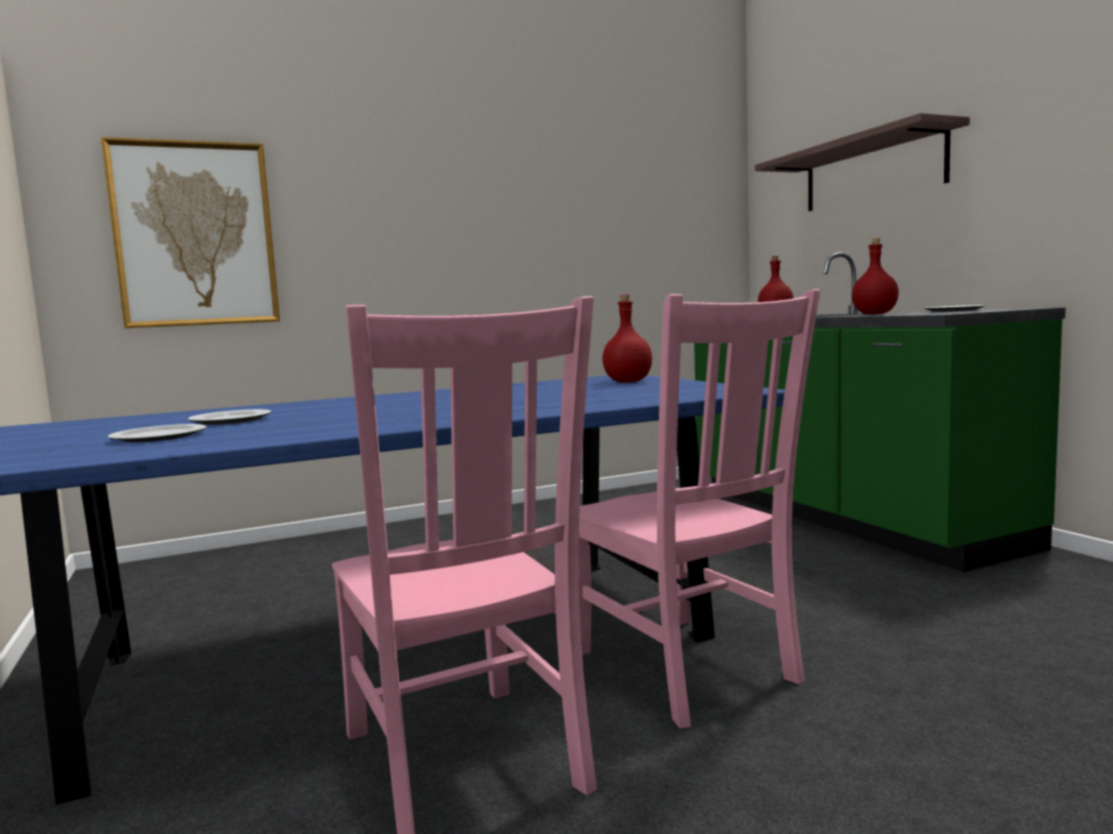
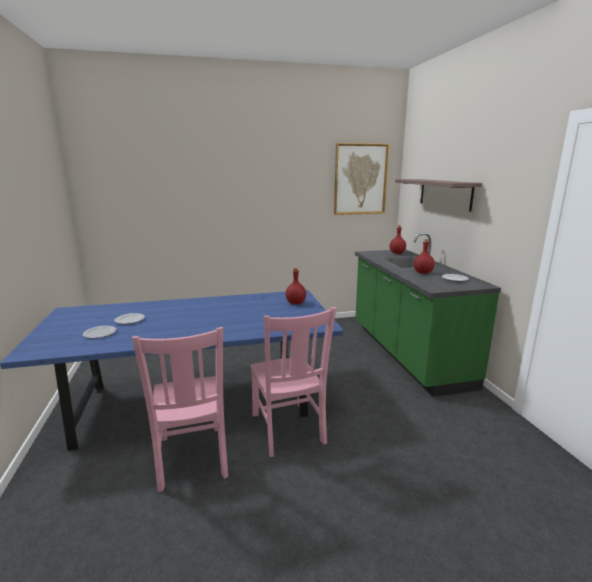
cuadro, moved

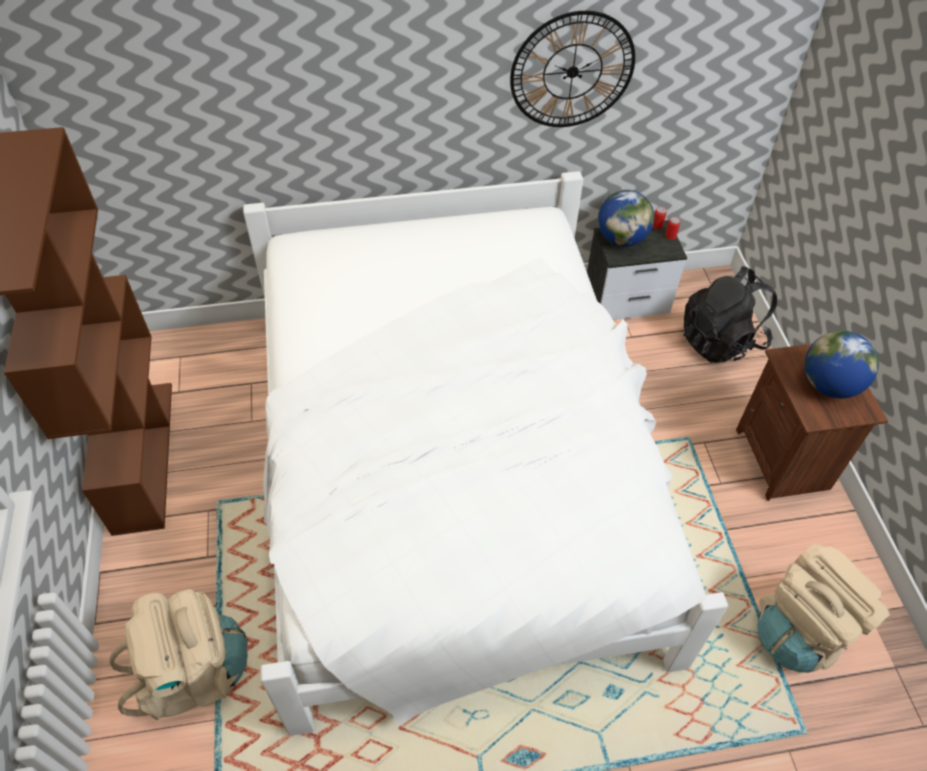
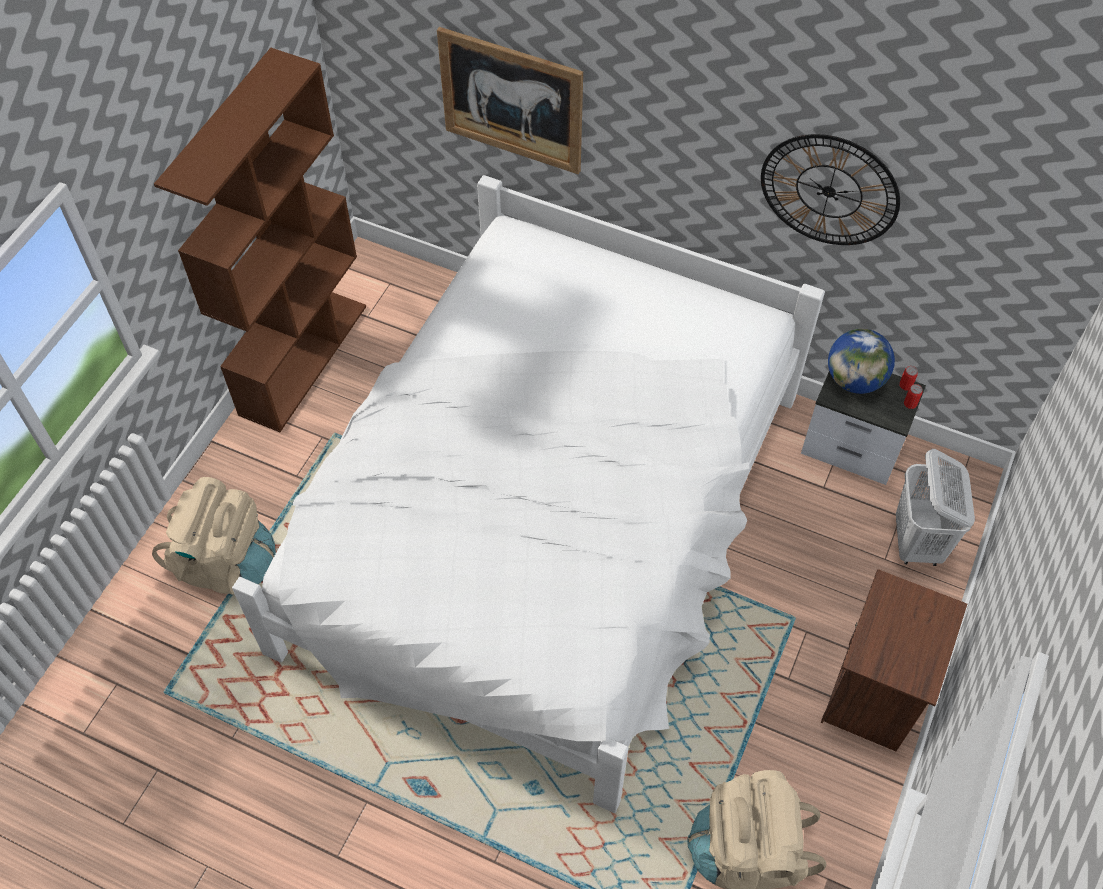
mochila [negro] -> cesto de la ropa [blanco]
globo terráqueo (2nd from left) -> none
none -> cuadro

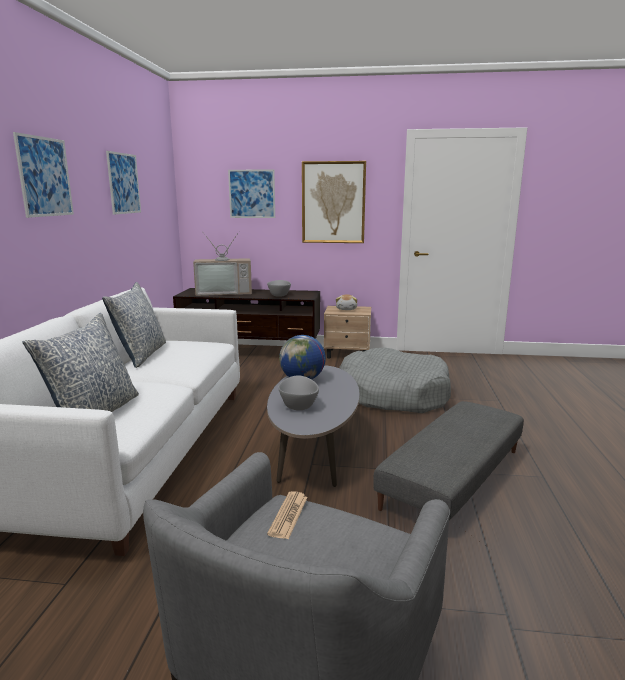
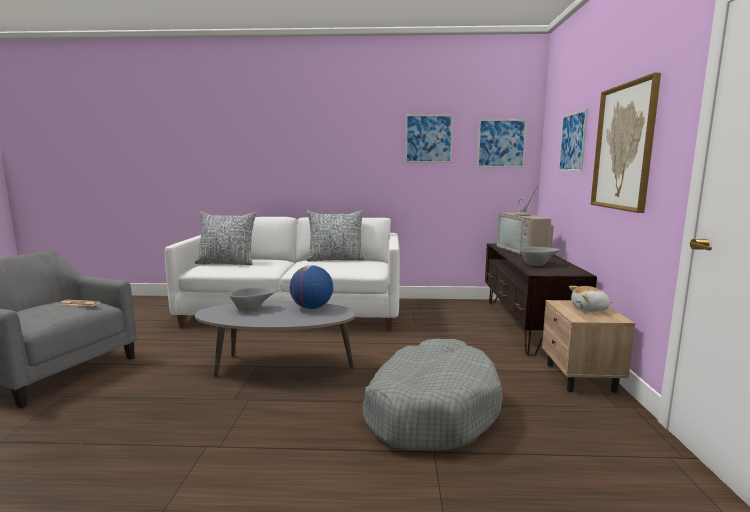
cuadro (1st from left in the first image) -> cuadro (2nd from left), moved
puf [gris] -> none

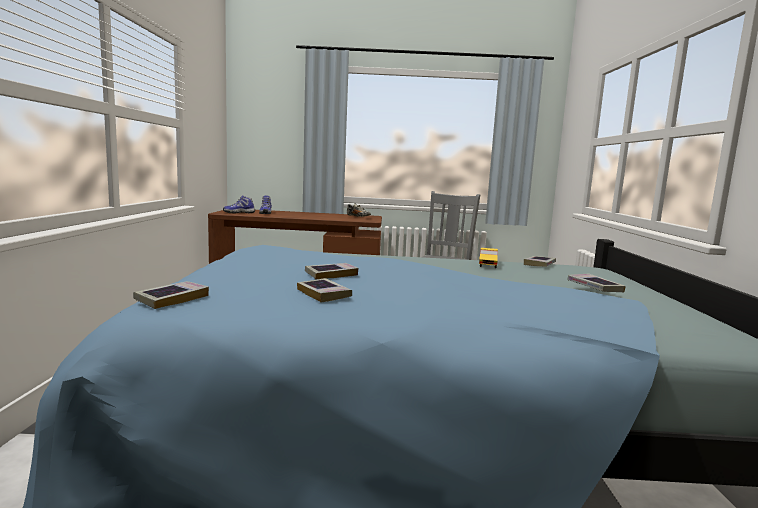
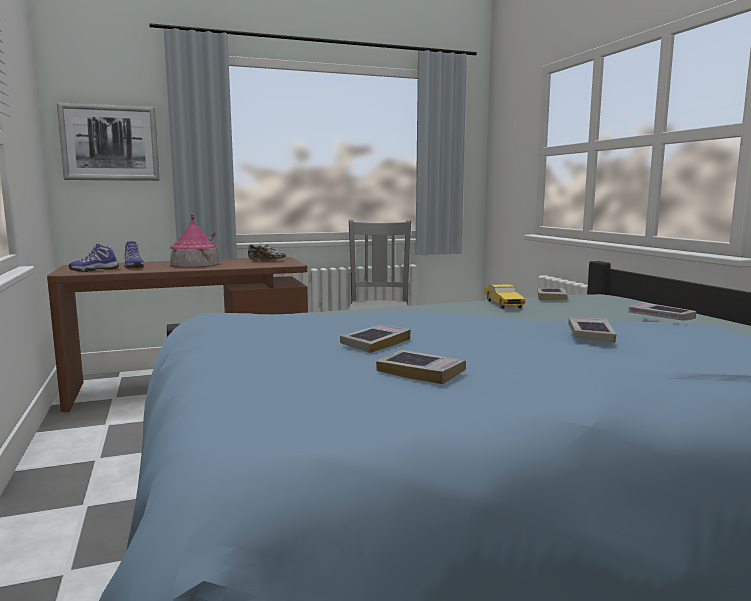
libro (1st from left in the first image) -> libro (4th from left), moved
none -> cuadro
none -> casita

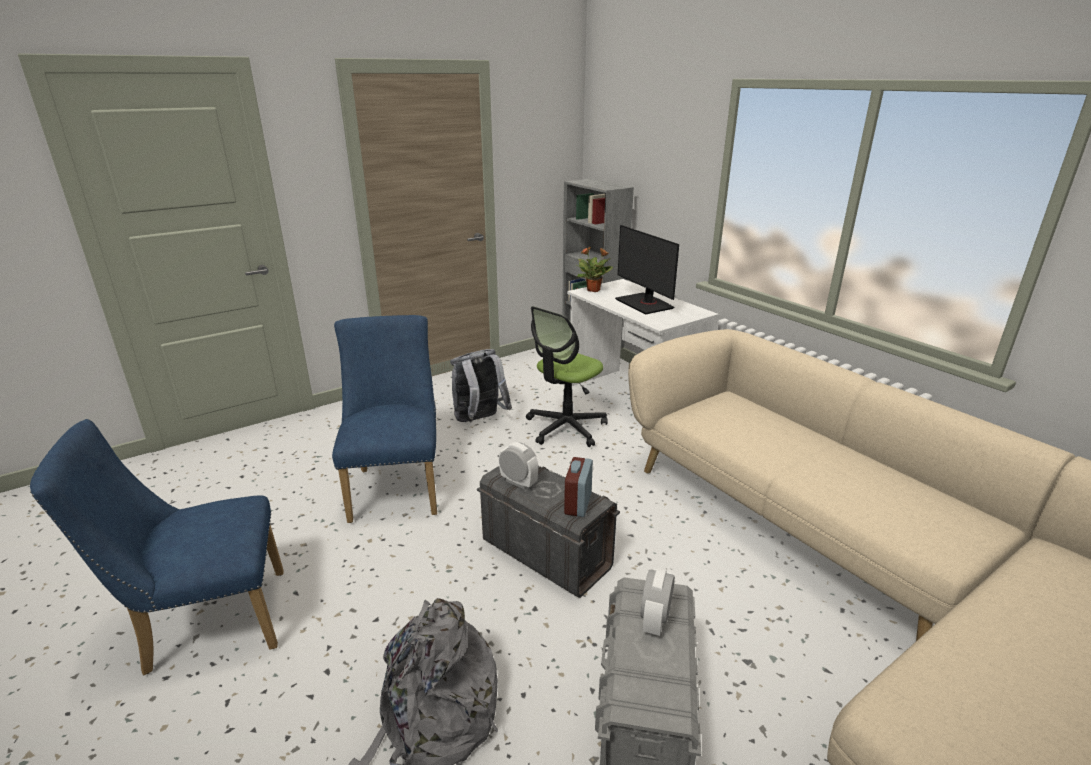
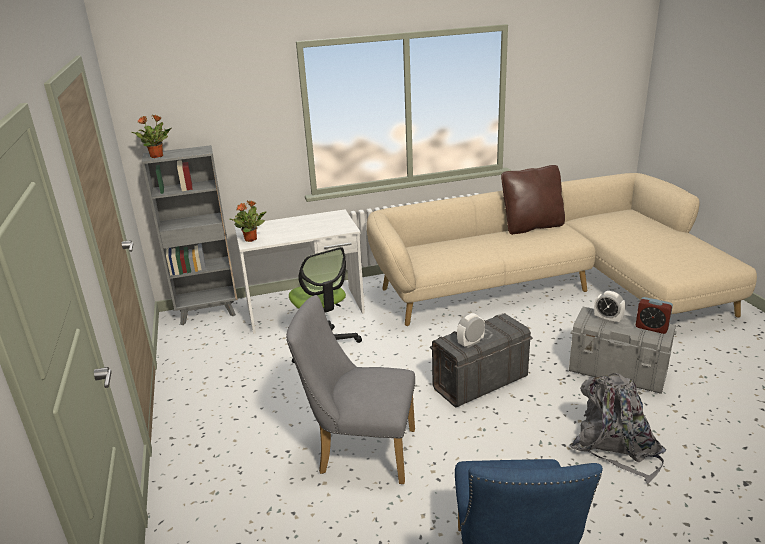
silla [azul] (2nd from left) -> silla [gris]
mochila [gris] (2nd from left) -> none
despertador (2nd from left in the first image) -> despertador (3rd from left), moved
monitor -> none
none -> planta en maceta (1st from left)
none -> cojín [marrón]

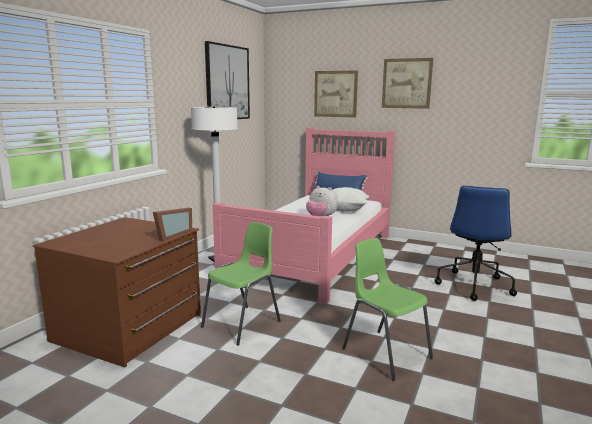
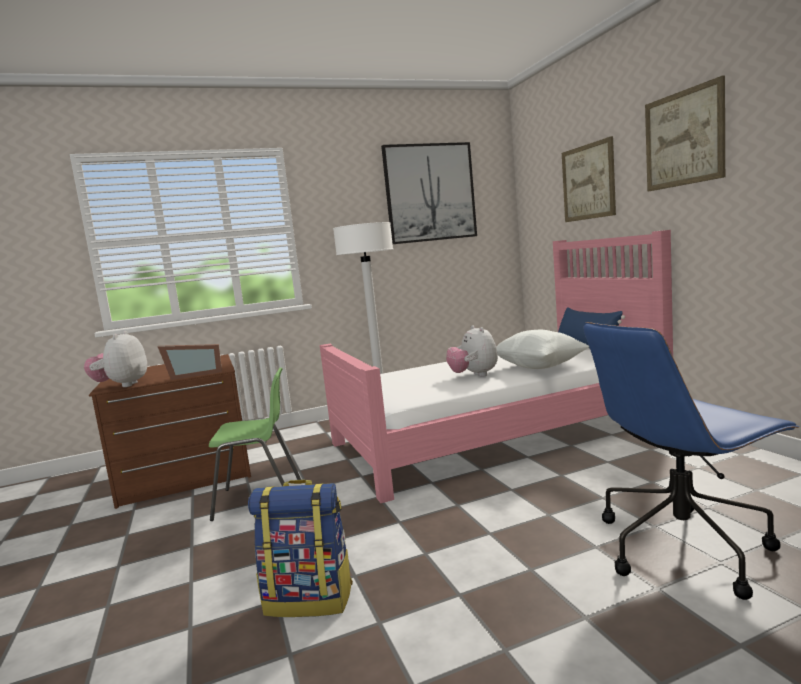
silla [verde] (2nd from left) -> mochila
none -> peluche (1st from left)

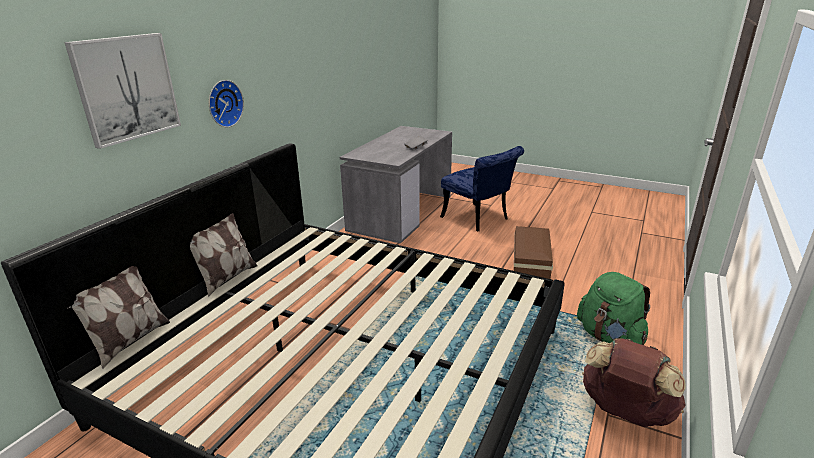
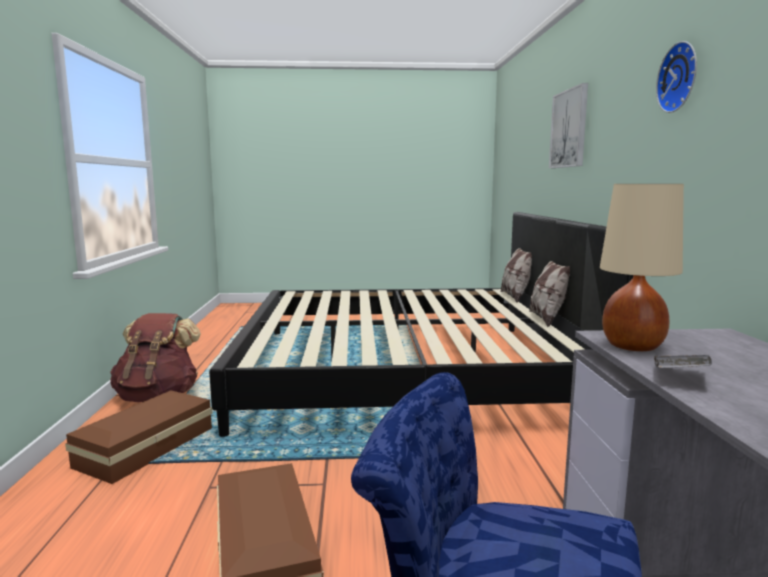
reloj de pared, moved
mochila [verde] -> caja de almacenaje [marrón] (1st from left)
none -> lámpara de mesa [beis]

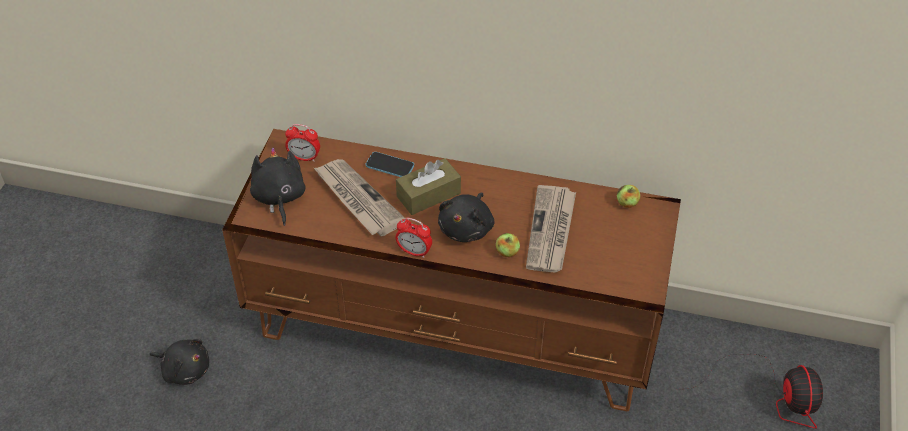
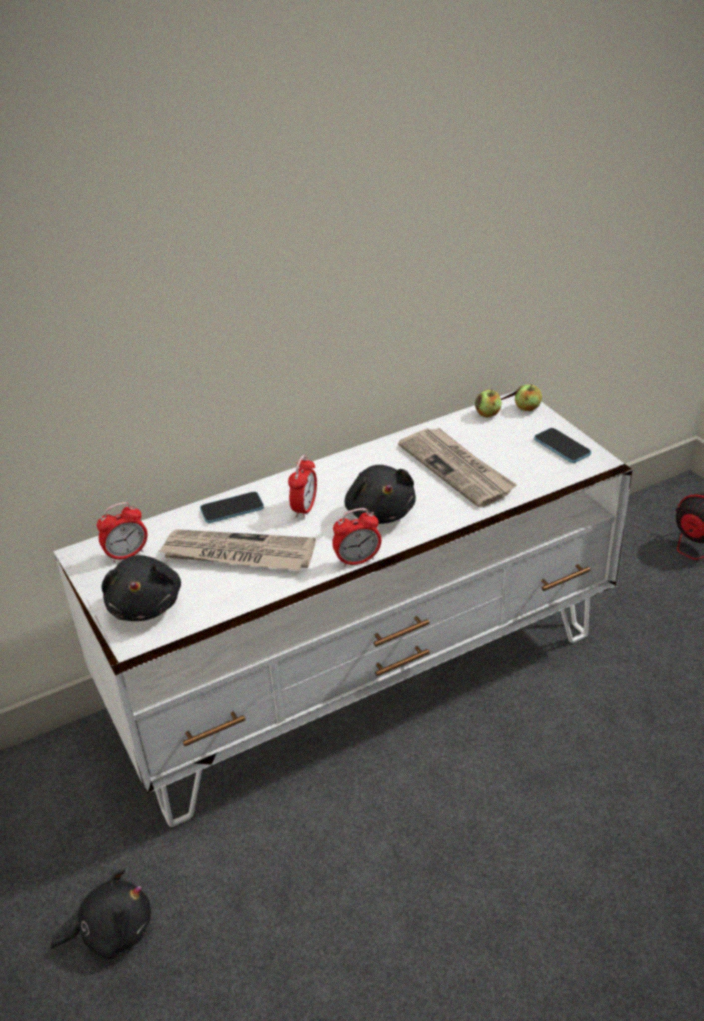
mueble de televisión [marrón] -> mueble de televisión [blanco]
peluche [negro] (2nd from left), 135 degrees counterclockwise
caja de pañuelos [marrón] -> despertador (2nd from left)
manzana (1st from left in the first image) -> manzana (2nd from left), moved
none -> móvil (2nd from left)

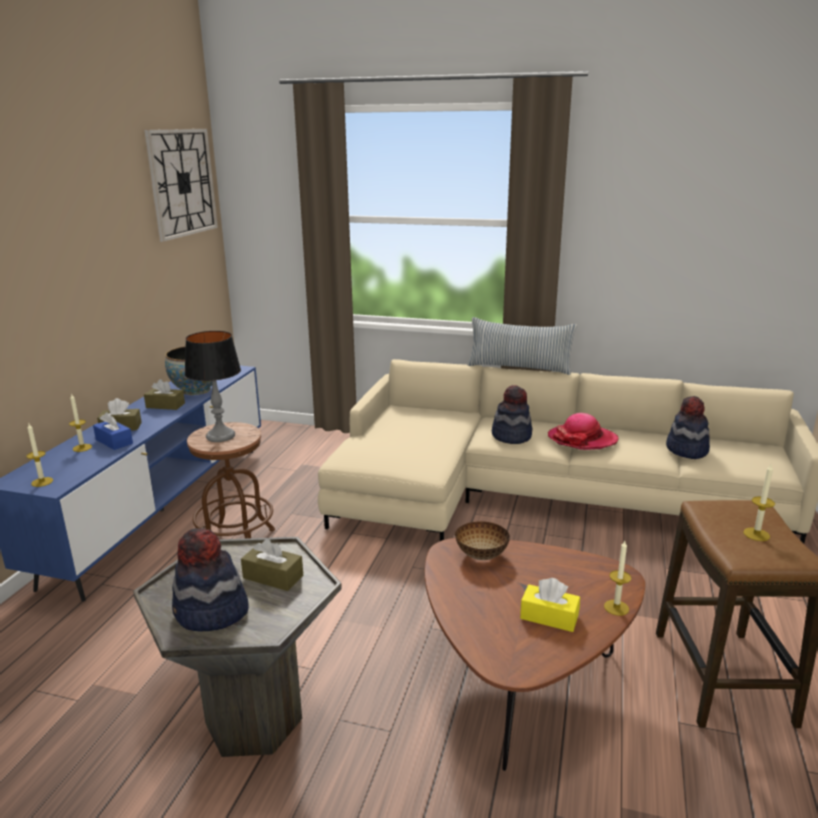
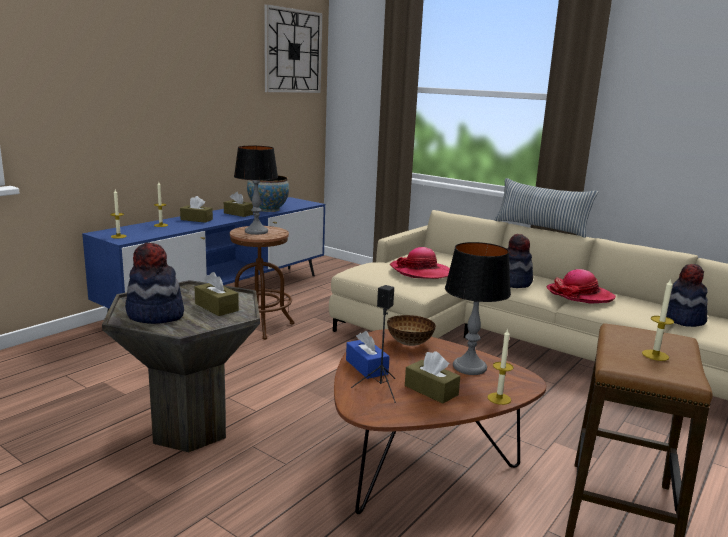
caja de pañuelos [azul], moved
caja de pañuelos [amarillo] -> caja de pañuelos [marrón] (4th from left)
none -> altavoz [negro]
none -> sombrero (2nd from left)
none -> lámpara de mesa (2nd from left)

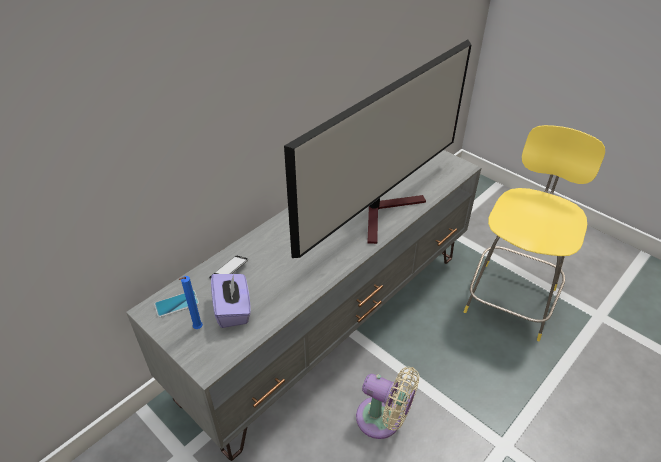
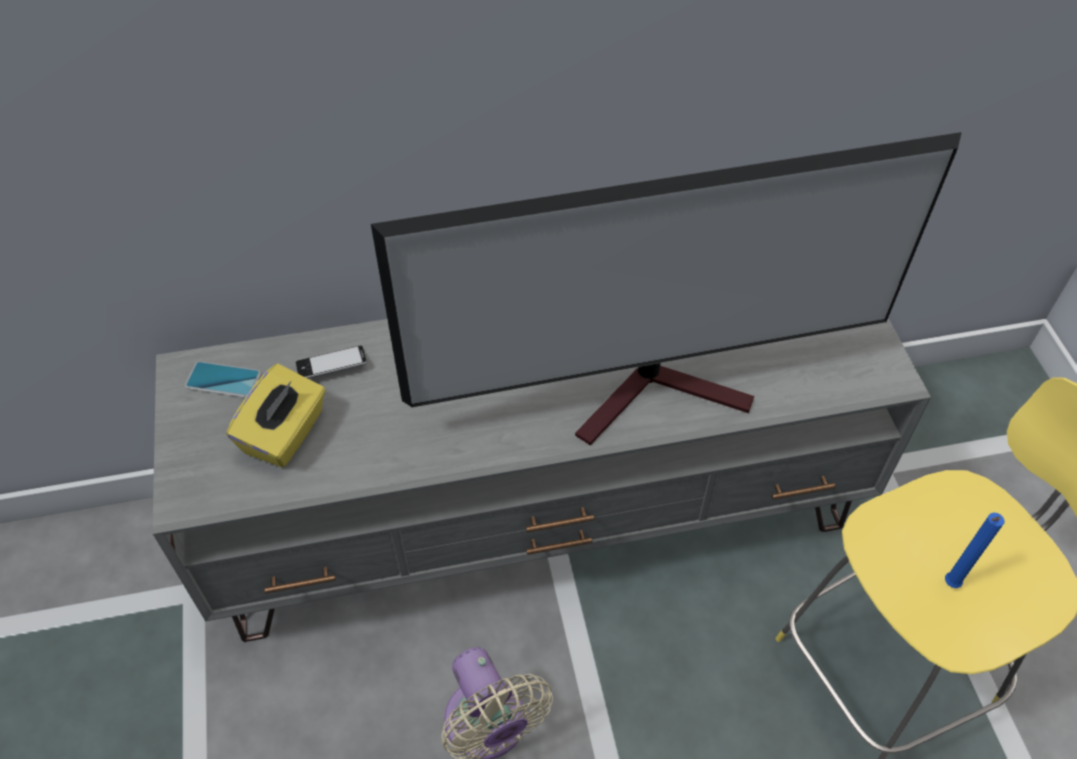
vela [azul], moved
caja de pañuelos [morado] -> caja de pañuelos [amarillo]

